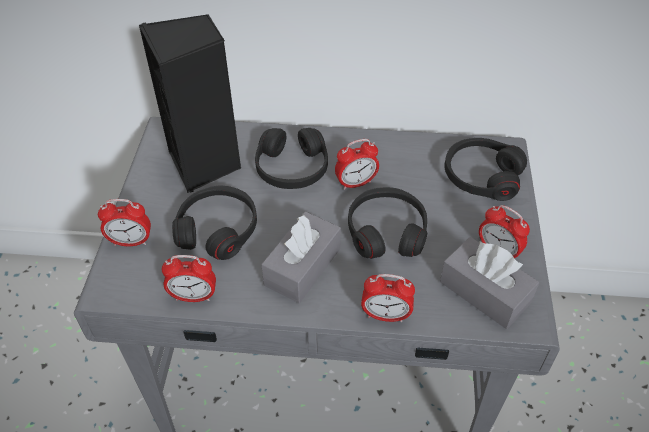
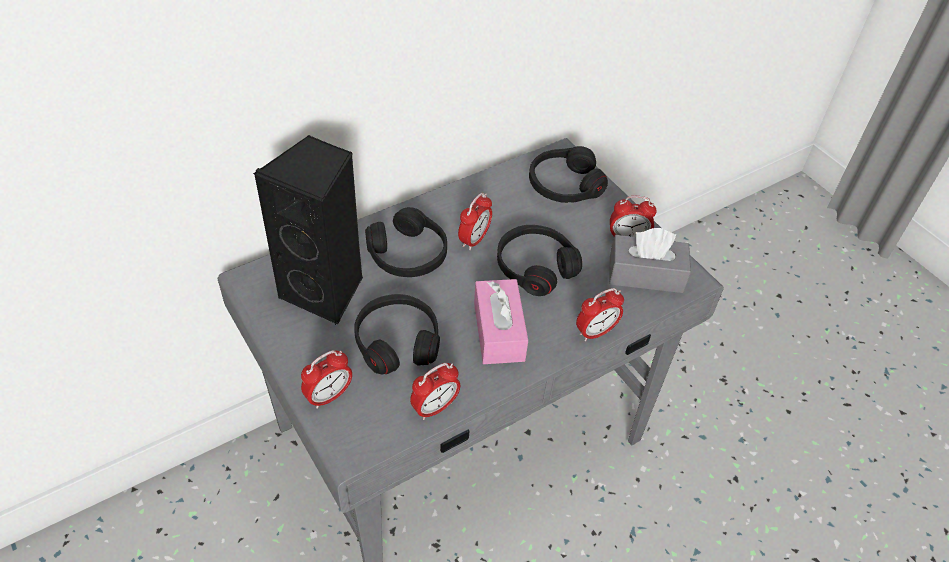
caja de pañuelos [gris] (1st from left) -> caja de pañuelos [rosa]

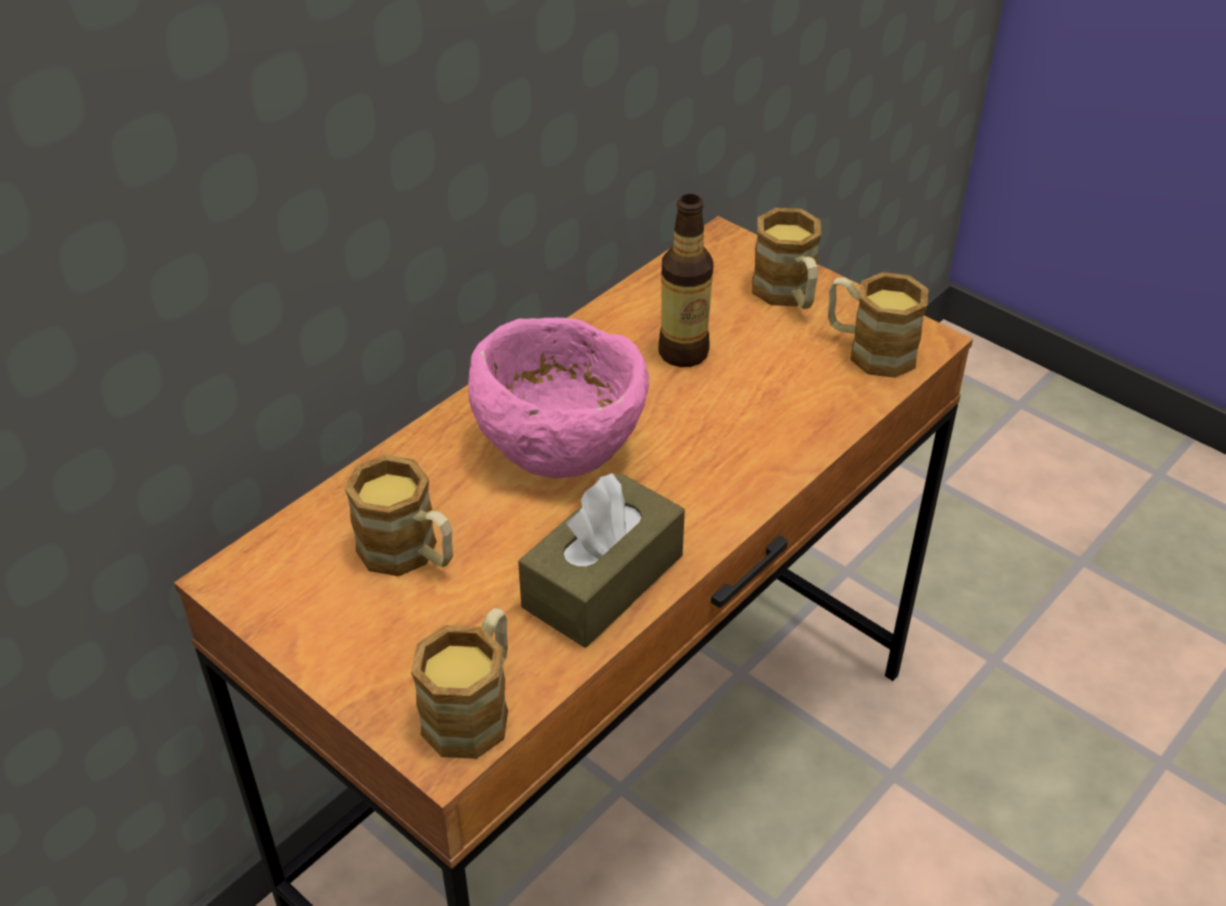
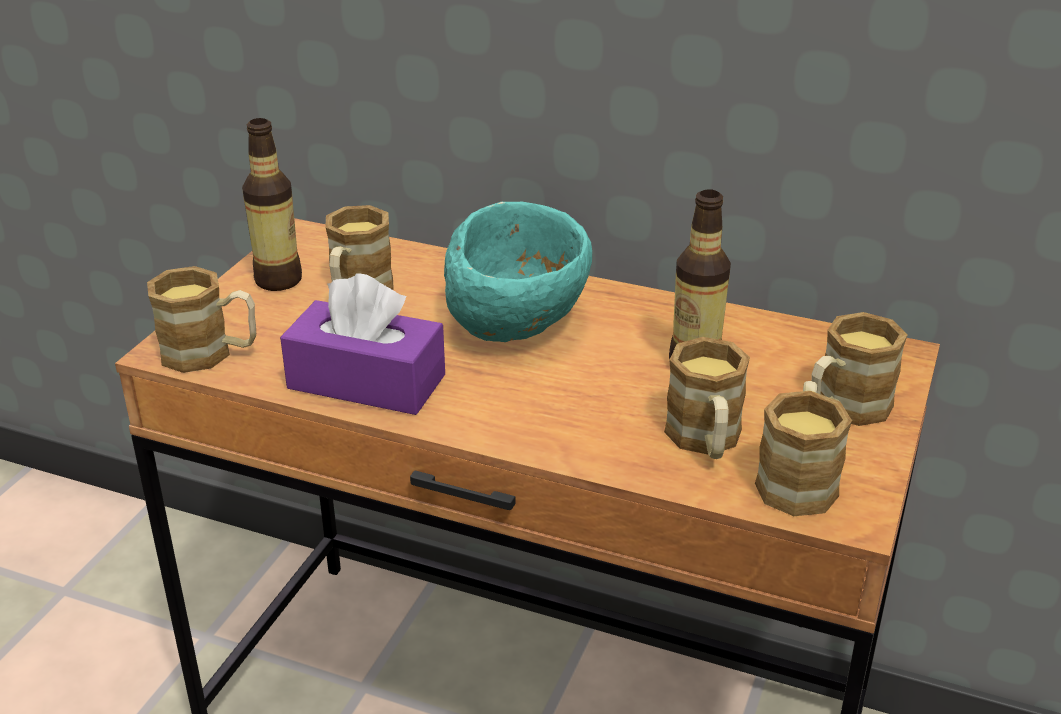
cuenco [rosa] -> cuenco [turquesa]
caja de pañuelos [marrón] -> caja de pañuelos [morado]
none -> botella (1st from left)
none -> taza grande (3rd from left)

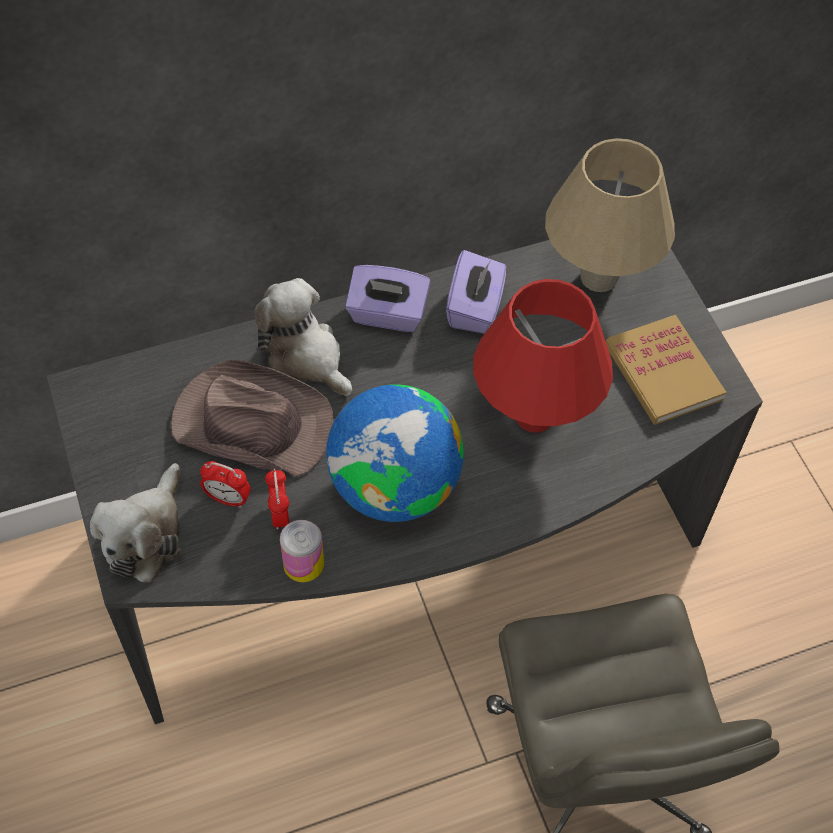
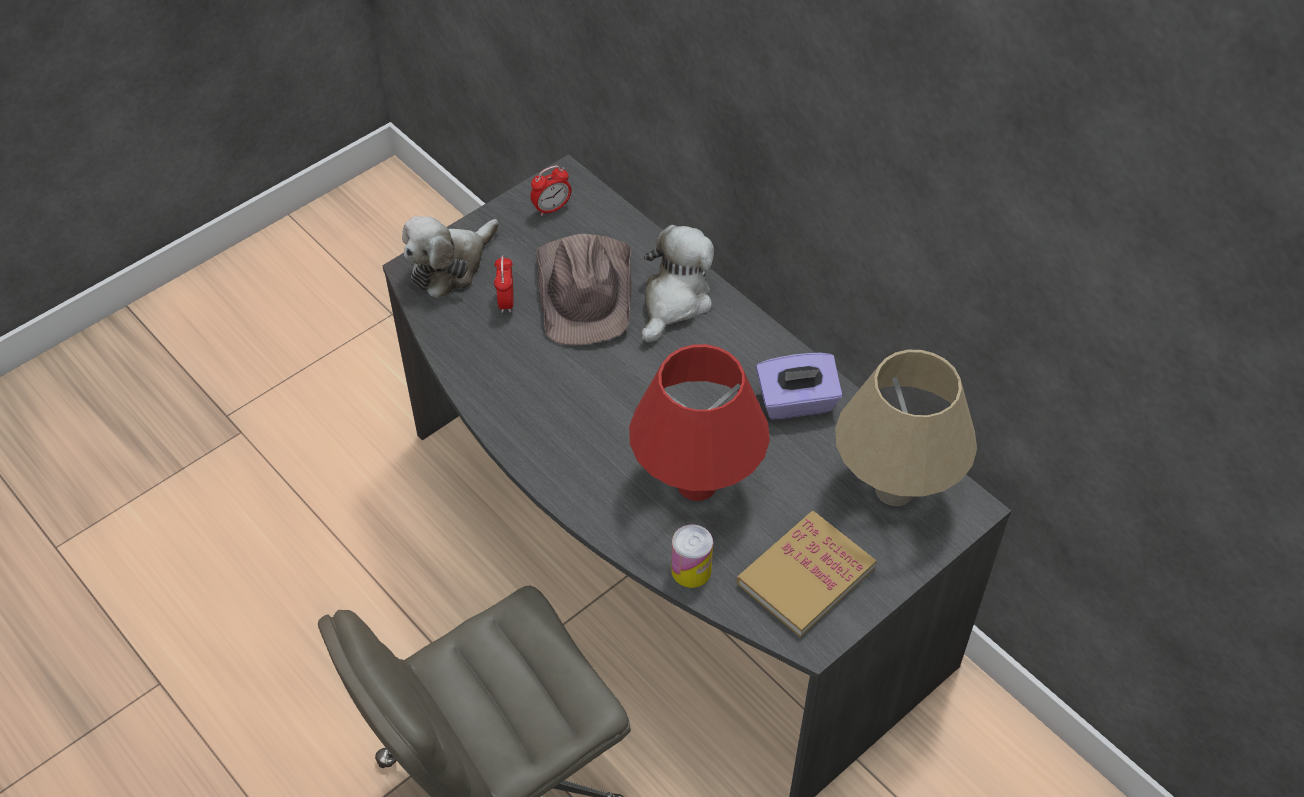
peluche (1st from left), 45 degrees counterclockwise
despertador (2nd from left), moved
lata, moved
globo terráqueo -> none
caja de pañuelos [morado] (1st from left) -> none

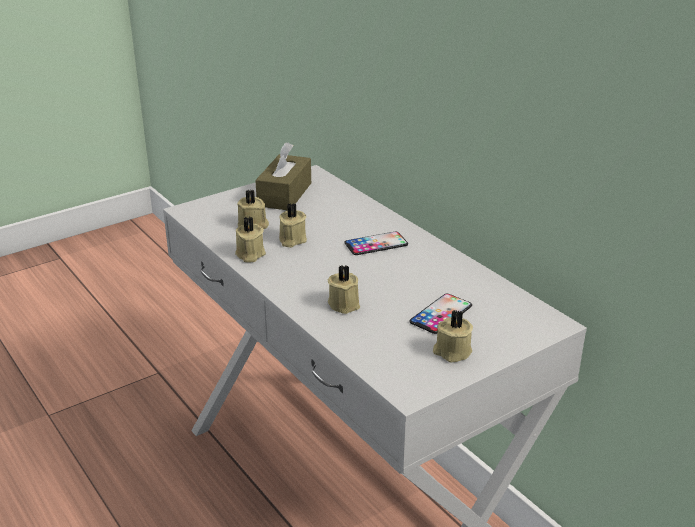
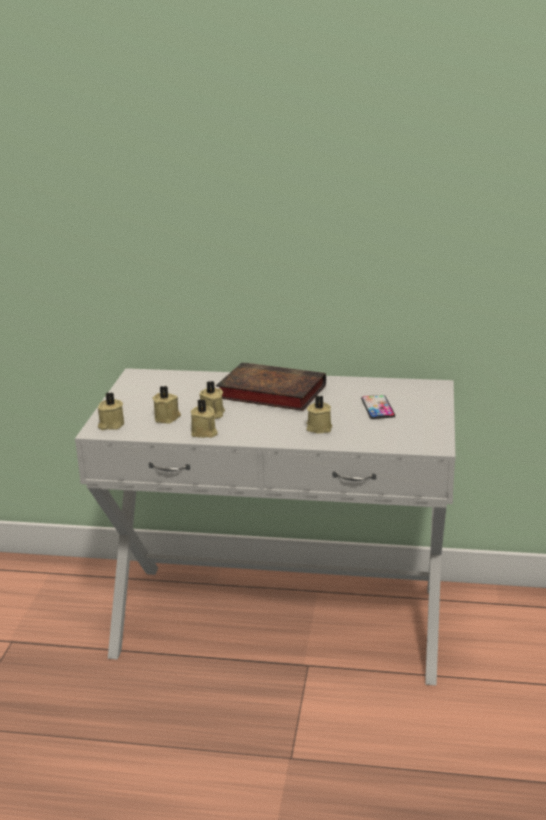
caja de pañuelos [marrón] -> none
móvil (1st from left) -> libro
vela [beis] (5th from left in the first image) -> vela [beis] (1st from left), moved

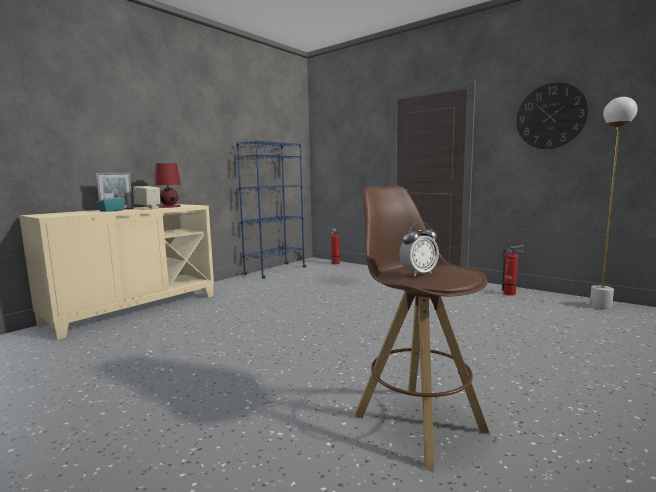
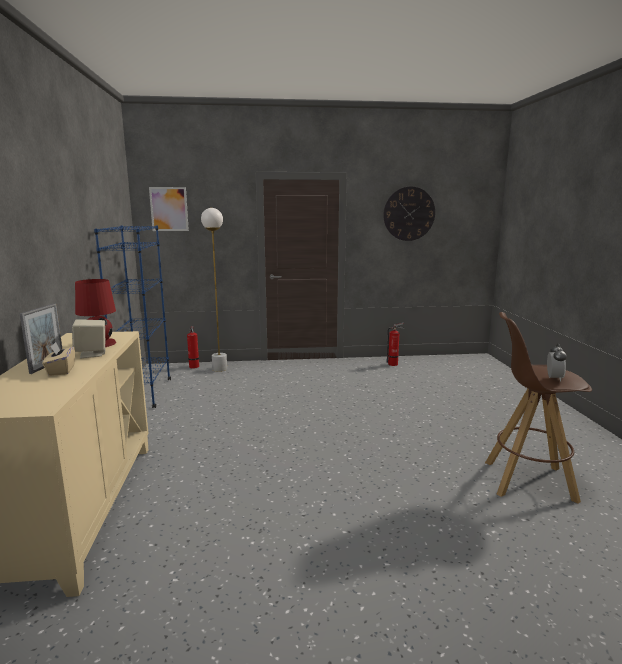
caja de pañuelos [turquesa] -> caja de pañuelos [beis]
lámpara de pie [blanco], moved
none -> cuadro

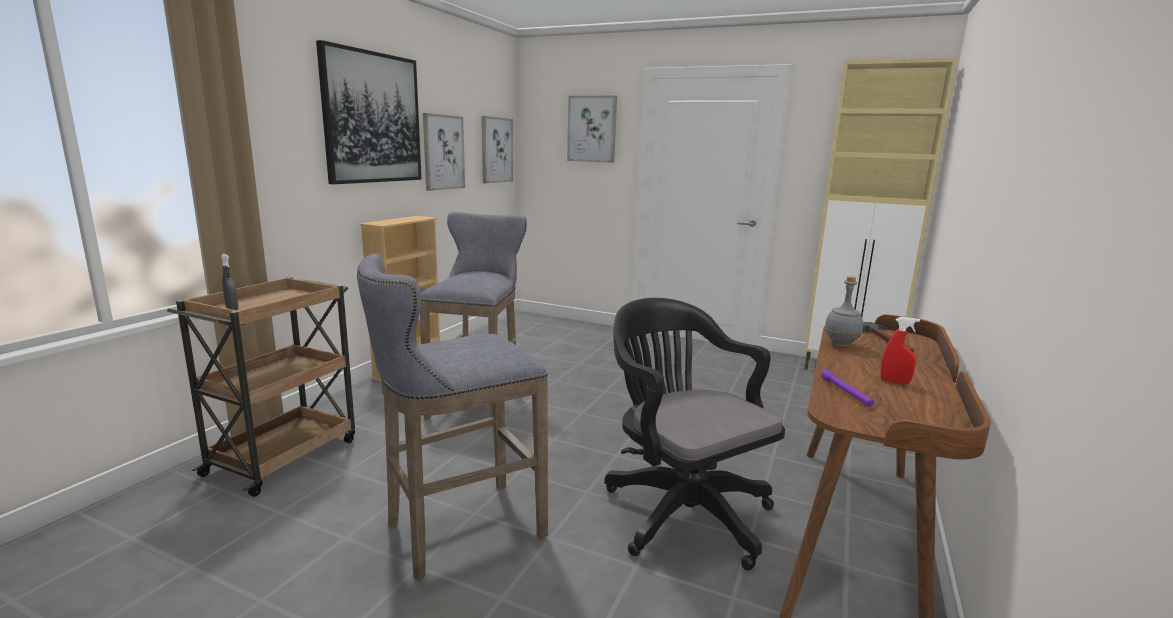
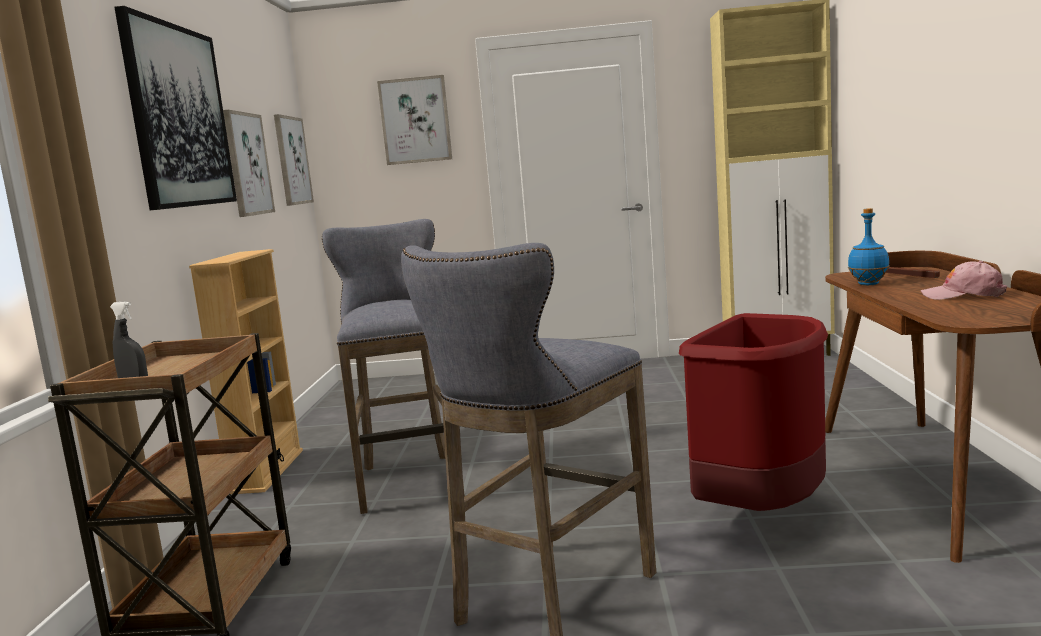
silla de oficina [negro] -> papelera [rojo]
linterna [morado] -> none
botella [gris] -> botella [azul]
pulverizador [rojo] -> gorra [rosa]

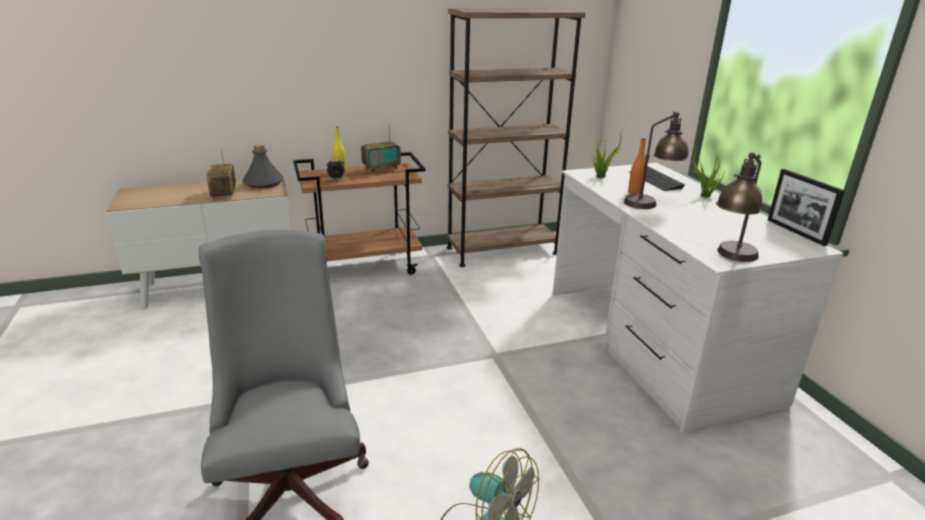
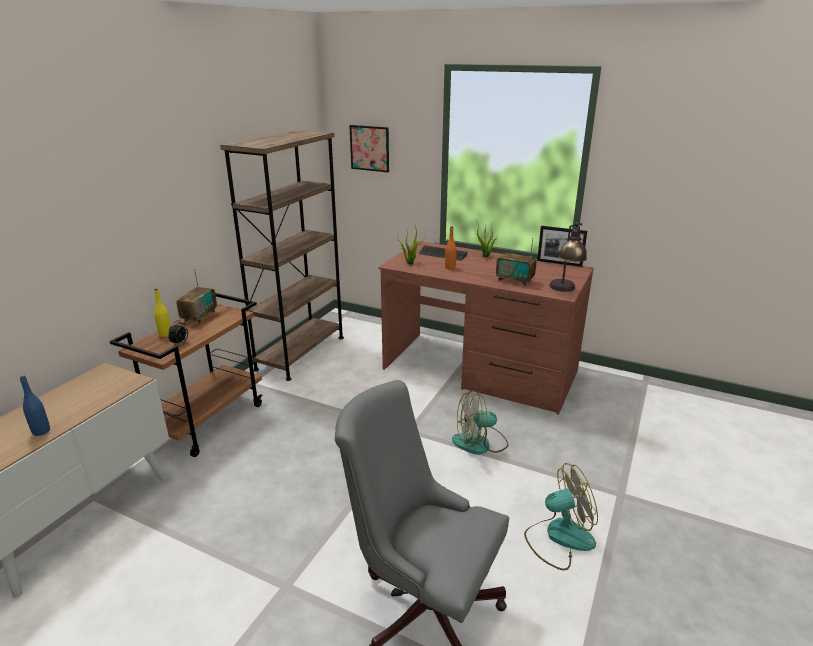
radio (1st from left in the first image) -> radio (2nd from left), moved
botella [gris] -> none
escritorio [blanco] -> escritorio [marrón]
lámpara de mesa (1st from left) -> none
none -> botella [azul]
none -> cuadro
none -> ventilador (1st from left)

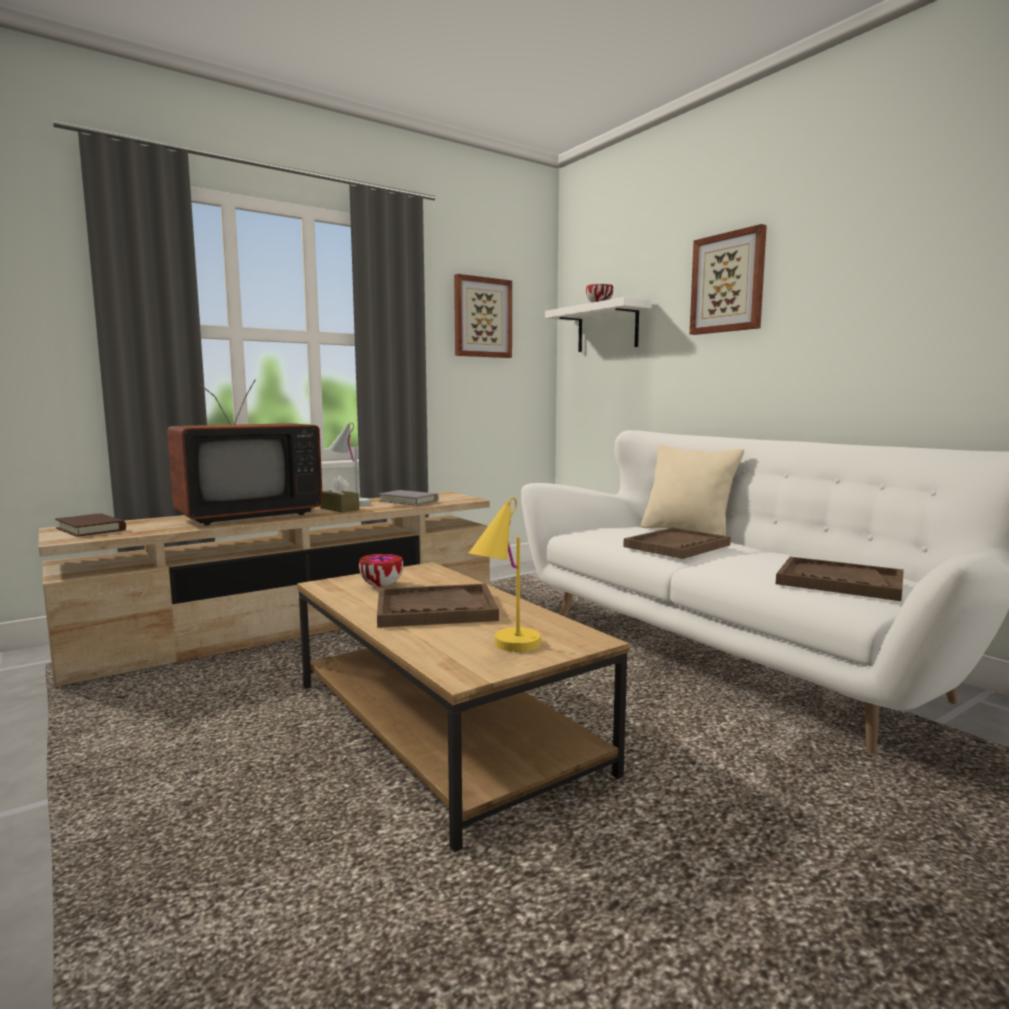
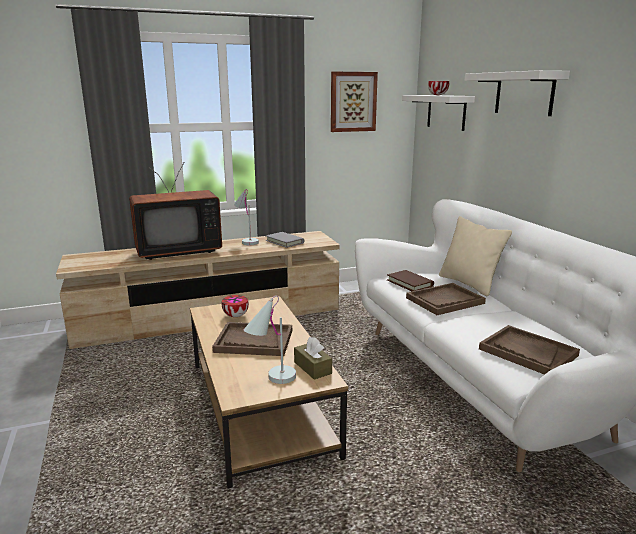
libro [marrón], moved
caja de pañuelos [marrón], moved
lámpara de mesa [amarillo] -> lámpara de mesa [blanco] (2nd from left)
cuadro (2nd from left) -> estante [blanco] (2nd from left)

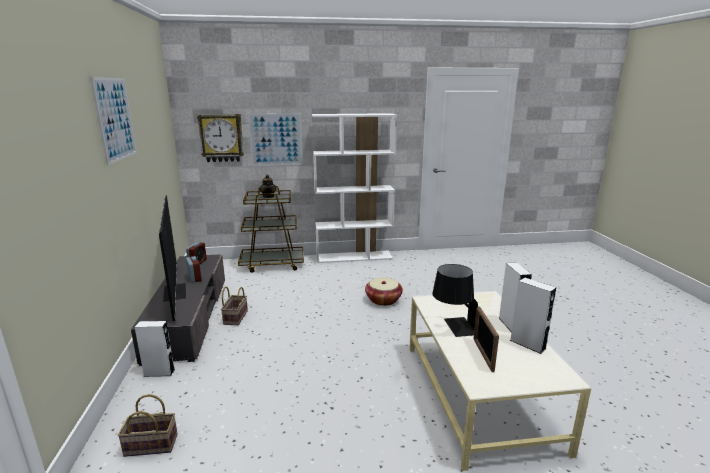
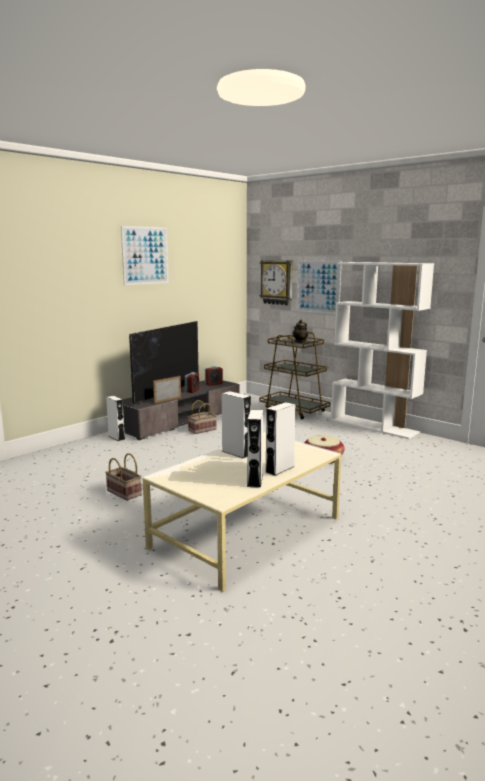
cesta (1st from left), moved
lámpara de mesa [negro] -> altavoz [blanco] (2nd from left)
portarretratos, moved

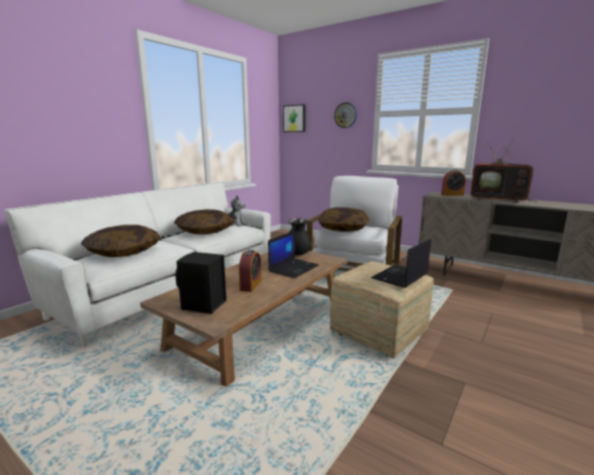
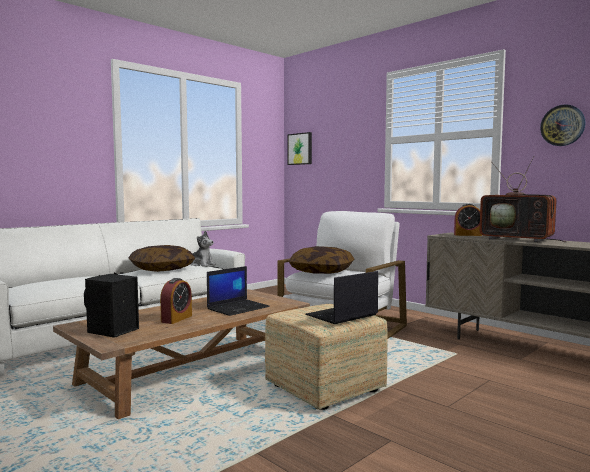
cojín (1st from left) -> none
florero [negro] -> none
reloj de pared, moved

